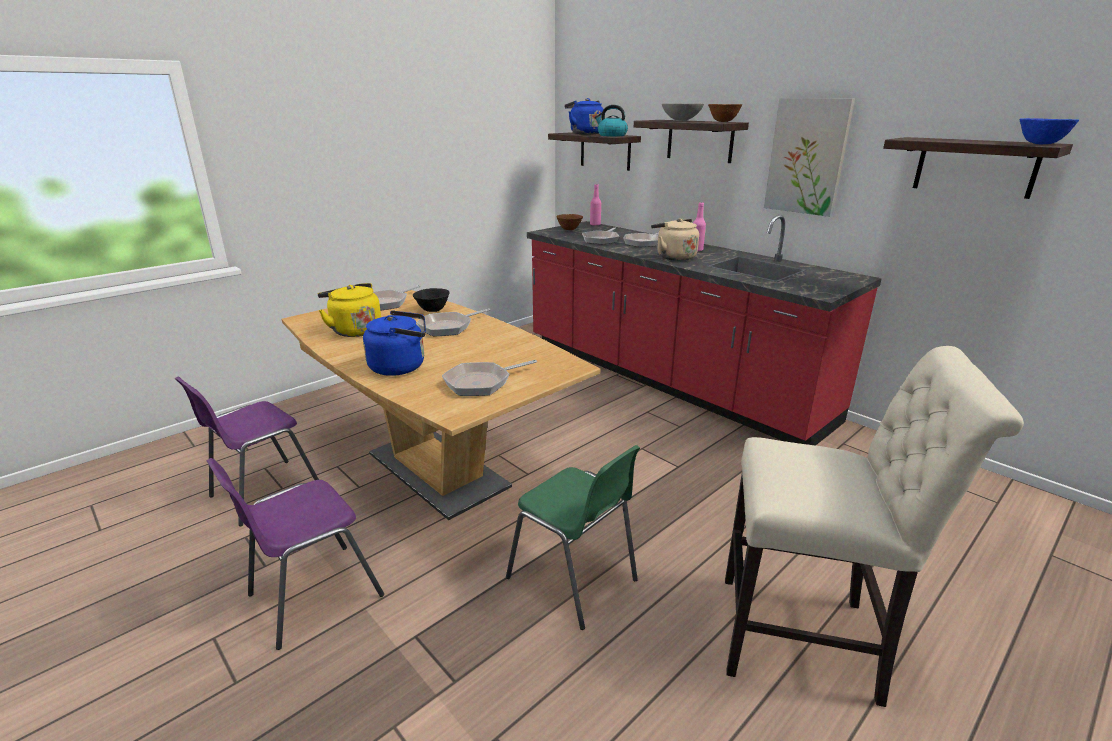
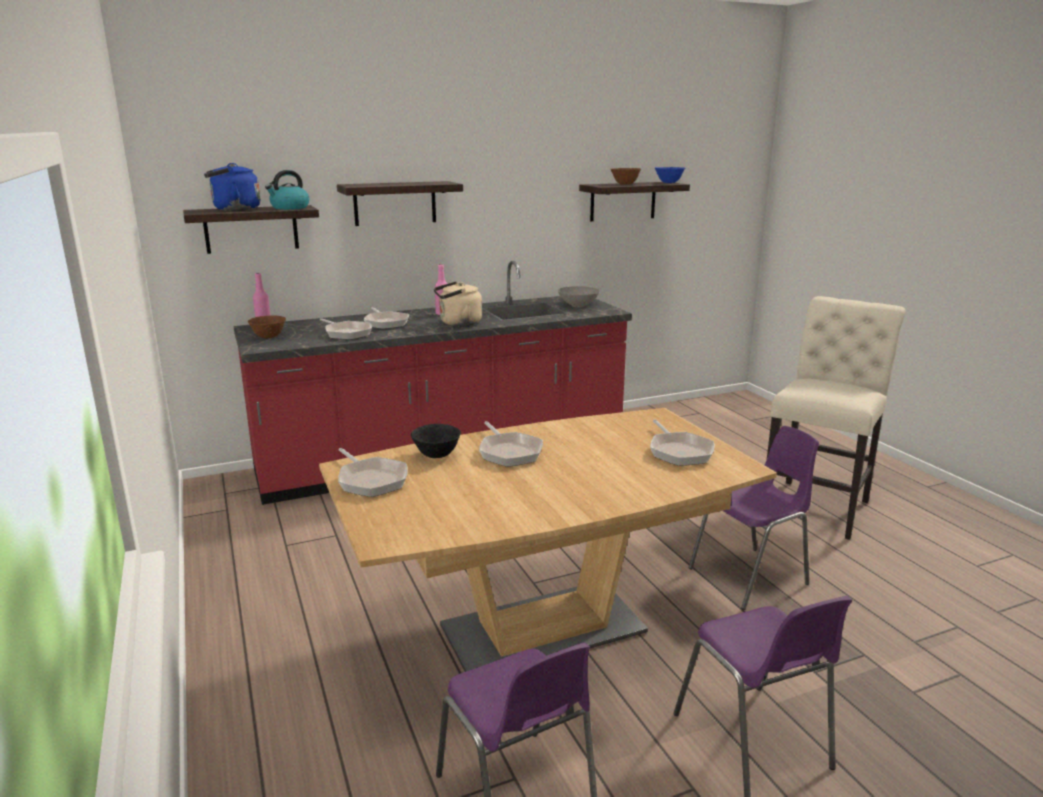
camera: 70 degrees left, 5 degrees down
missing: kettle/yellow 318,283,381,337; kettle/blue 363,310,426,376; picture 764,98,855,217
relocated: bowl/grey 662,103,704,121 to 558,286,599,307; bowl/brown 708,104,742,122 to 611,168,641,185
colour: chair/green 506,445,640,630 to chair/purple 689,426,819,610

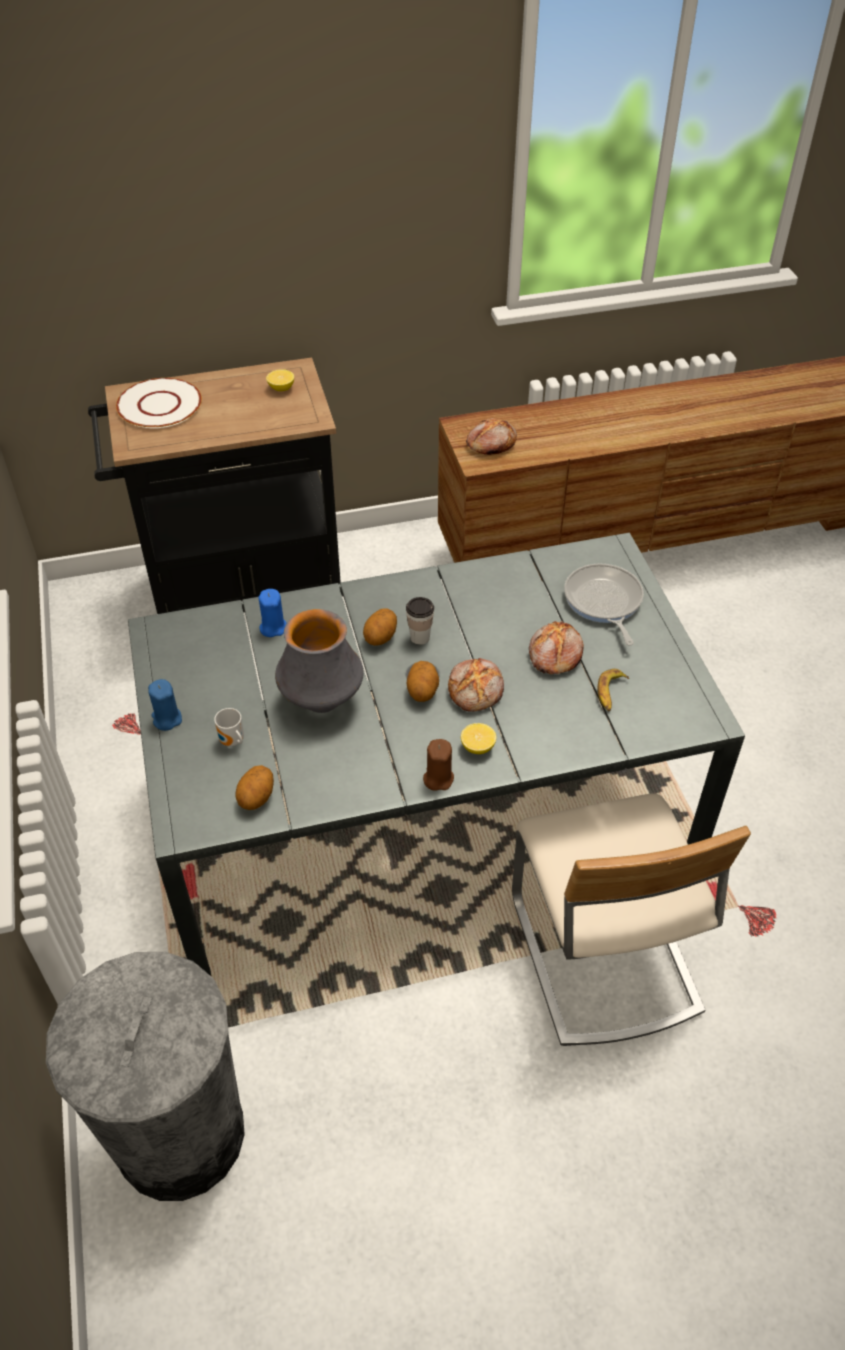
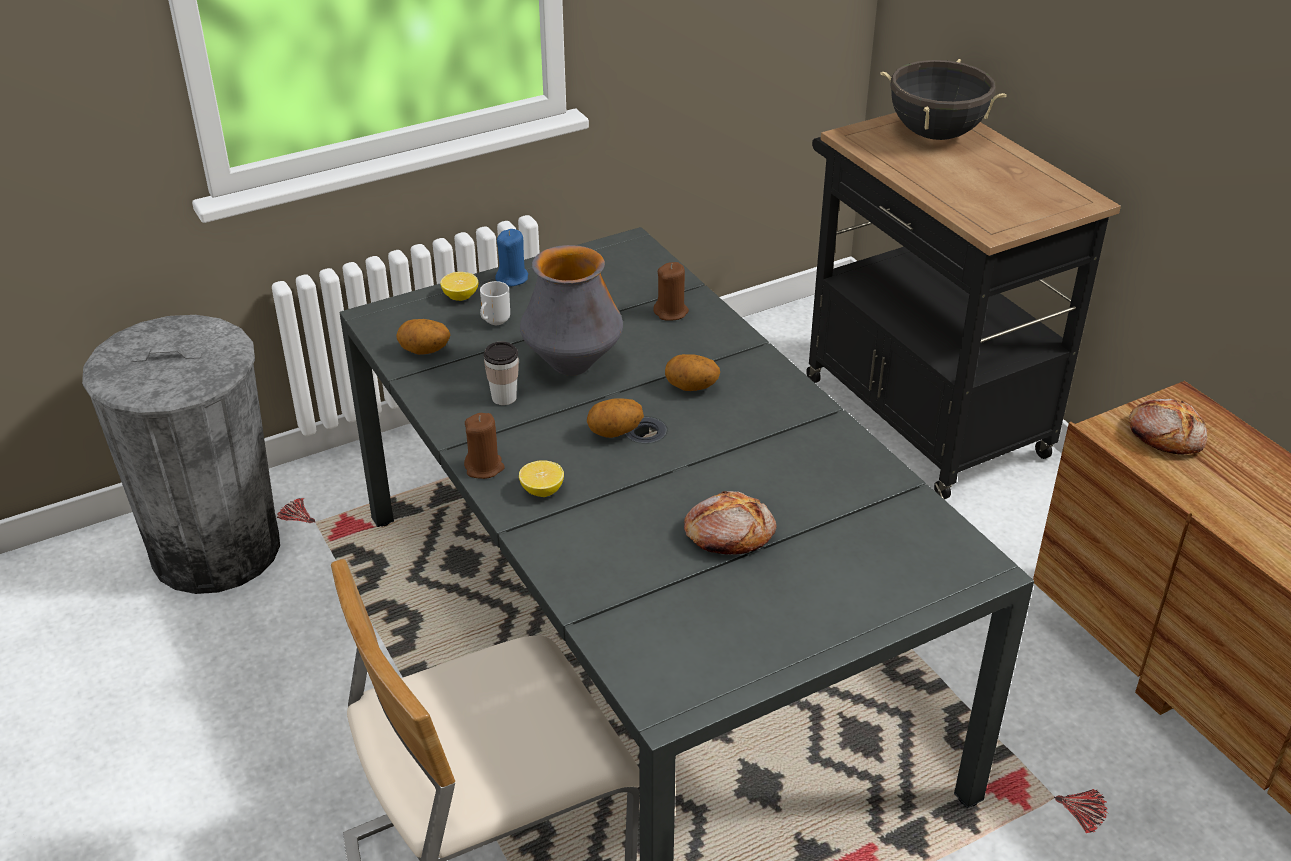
camera: 75 degrees right, 10 degrees down
missing: bread 448,658,504,712; frying pan 564,564,644,646; banana 598,669,629,711
relocated: lemon 266,369,294,391 to 440,272,479,301; cup 406,597,434,645 to 484,342,519,405
exchanged: plate/white 116,378,202,428 to cooking pot/black 881,59,1007,140
colour: candle/blue 259,589,287,637 to candle/brown 654,262,689,321

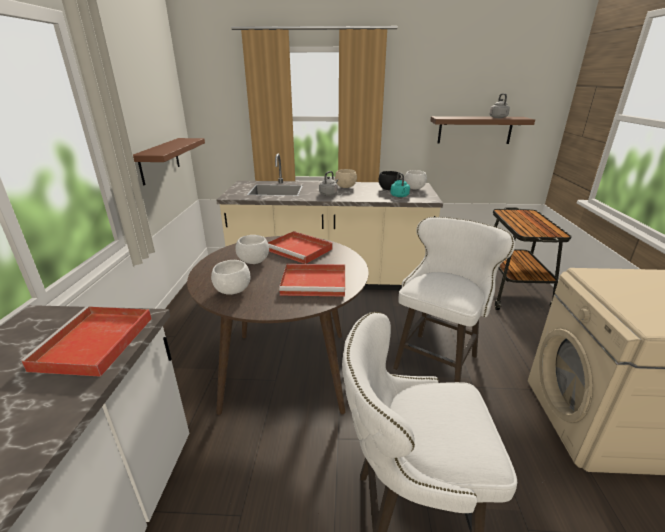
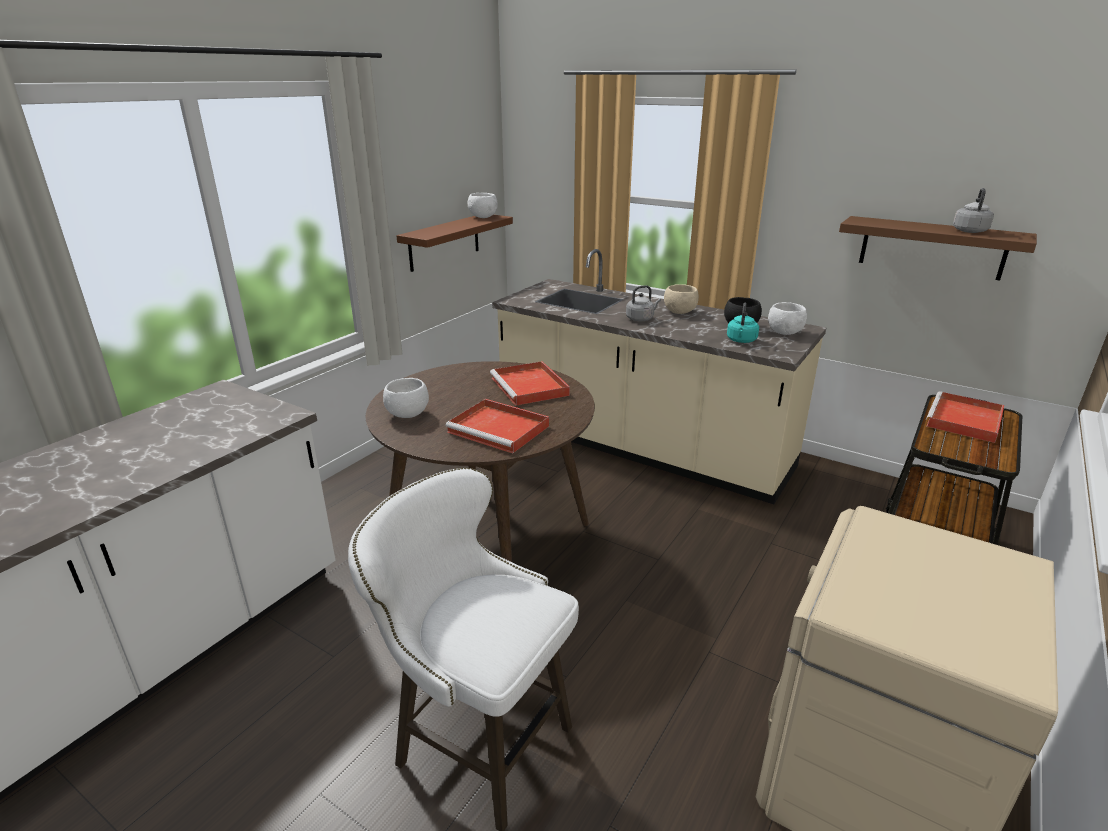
camera: 30 degrees right, 0 degrees up
missing: stool/white 393,217,515,382
relocated: tray/red 19,306,152,377 to 926,391,1004,443; bowl/white 236,235,269,264 to 468,193,498,218

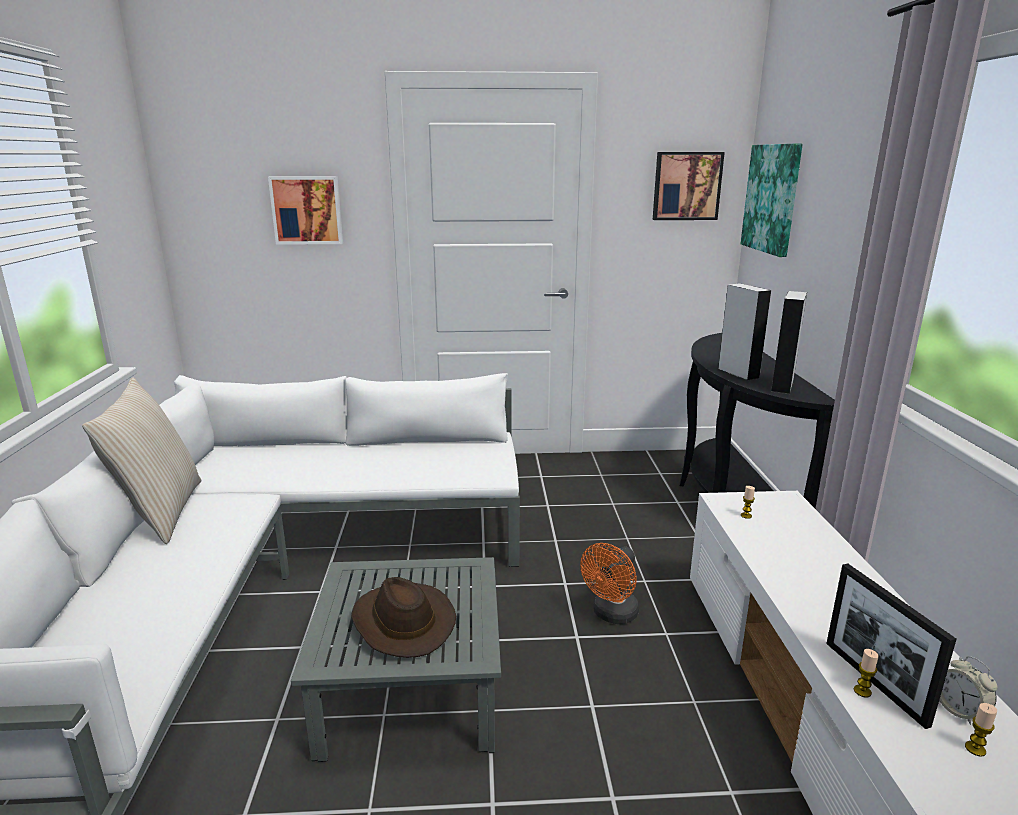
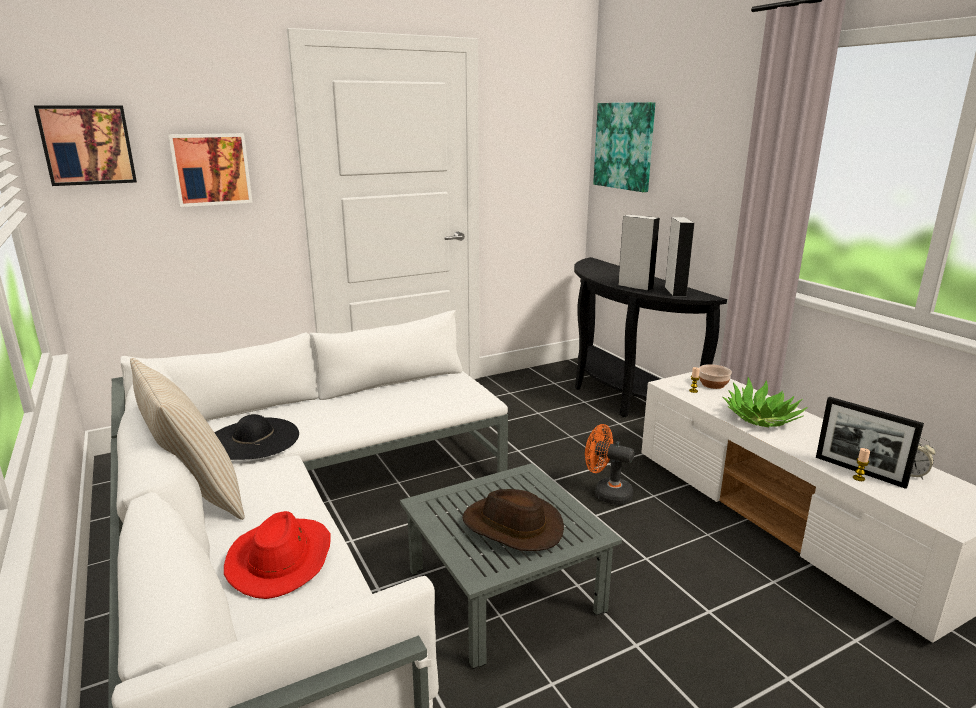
camera: 25 degrees left, 0 degrees up
missing: candle 965,703,997,757
appeared: hat/black 215,414,299,460; hat/red 224,511,331,599; bowl 699,364,732,389; potted plant 723,377,808,427
relocated: picture 653,152,725,220 to 34,105,137,186
spun: fan/orange 580,543,639,624 = 585,424,634,505 105 degrees clockwise

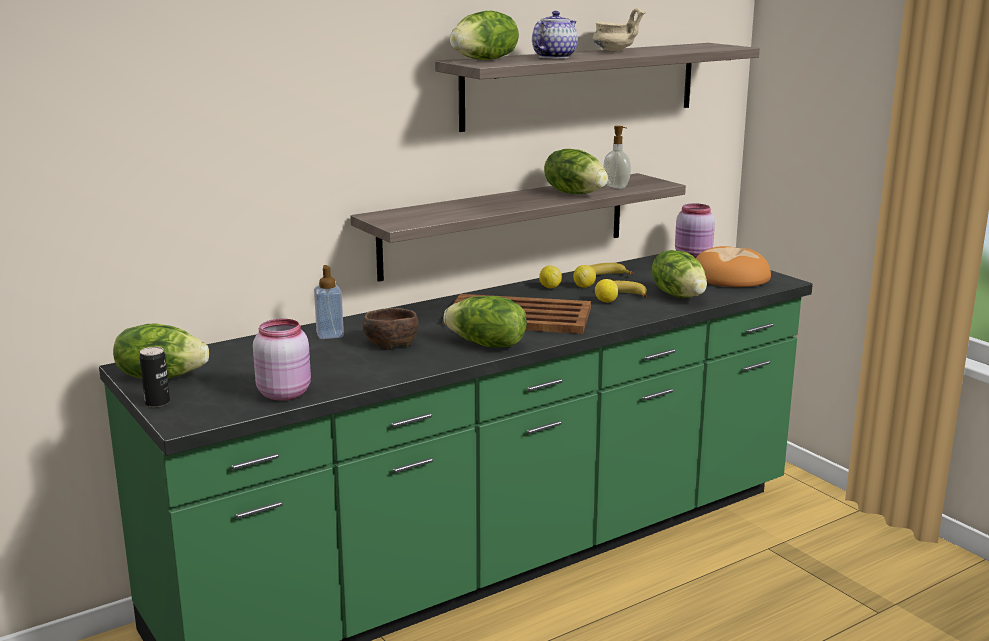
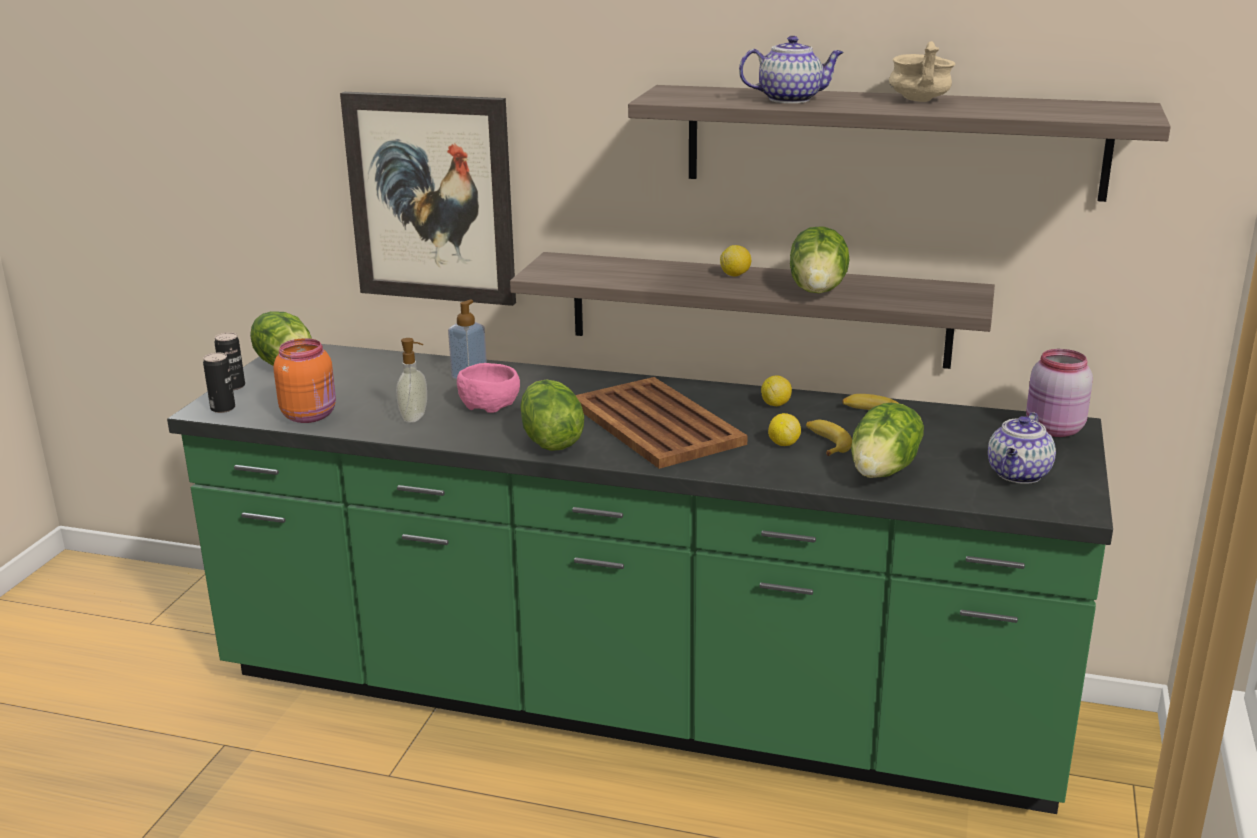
camera: 50 degrees right, 5 degrees up
missing: lettuce 450,11,519,60
appeared: can 203,353,235,413; picture 340,92,516,306
relocated: lemon 573,265,596,288 to 720,245,751,276; soap dispenser 603,126,631,189 to 396,338,427,423
exchanged: bread 696,246,771,287 to teapot 988,413,1056,484
colour: jar/pink 253,319,311,401 to jar/orange 273,338,336,423; bowl/brown 363,308,419,350 to bowl/pink 457,363,520,413

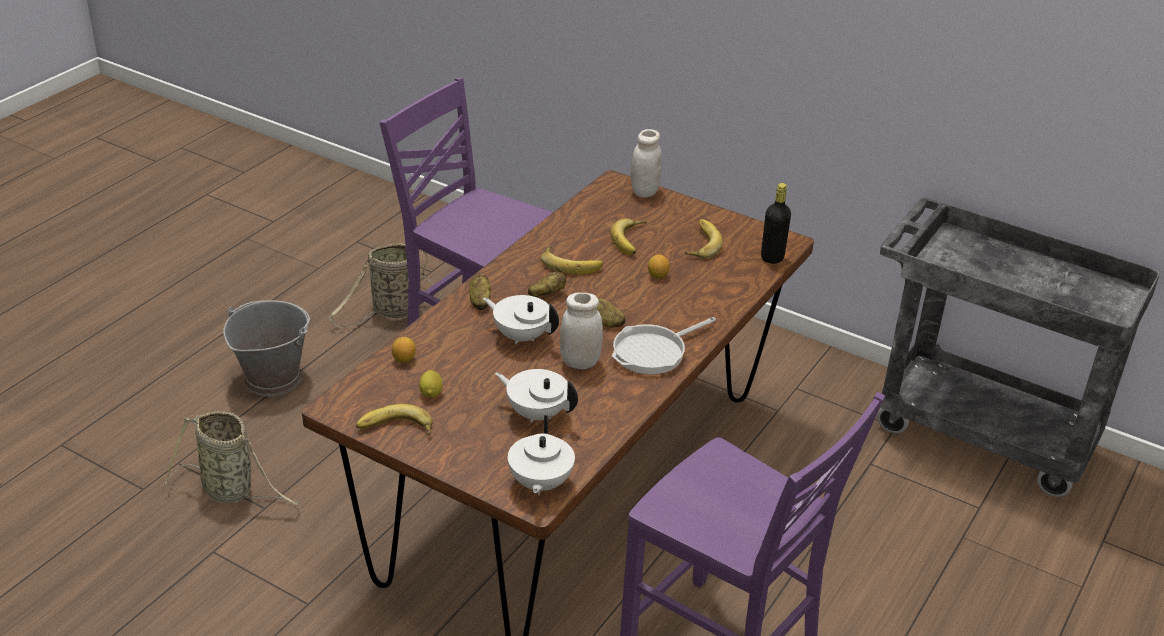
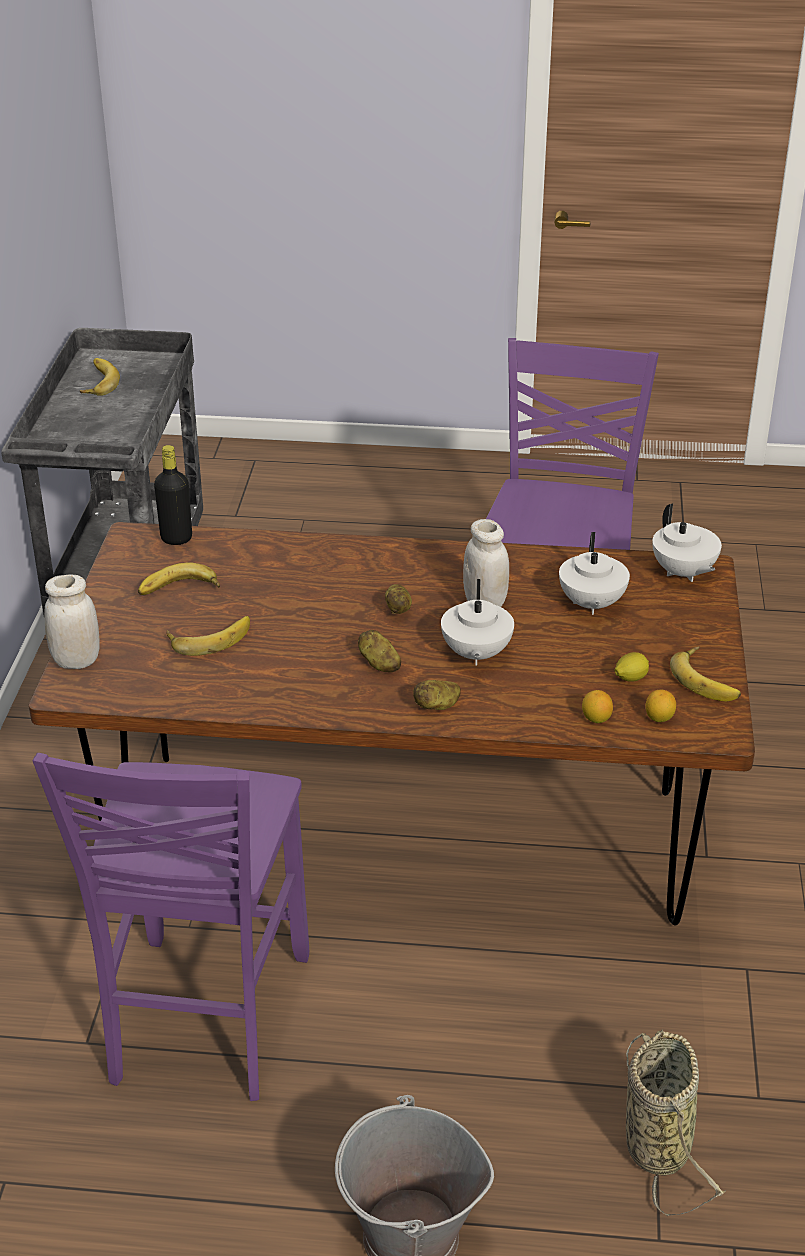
camera: 115 degrees left, 0 degrees up
missing: basket 329,243,441,328; frying pan 612,317,716,375
relocated: banana 541,245,603,274 to 80,358,120,396; lemon 648,255,670,279 to 646,690,676,722
spun: teapot/white 508,415,575,495 = 652,504,722,582 90 degrees clockwise

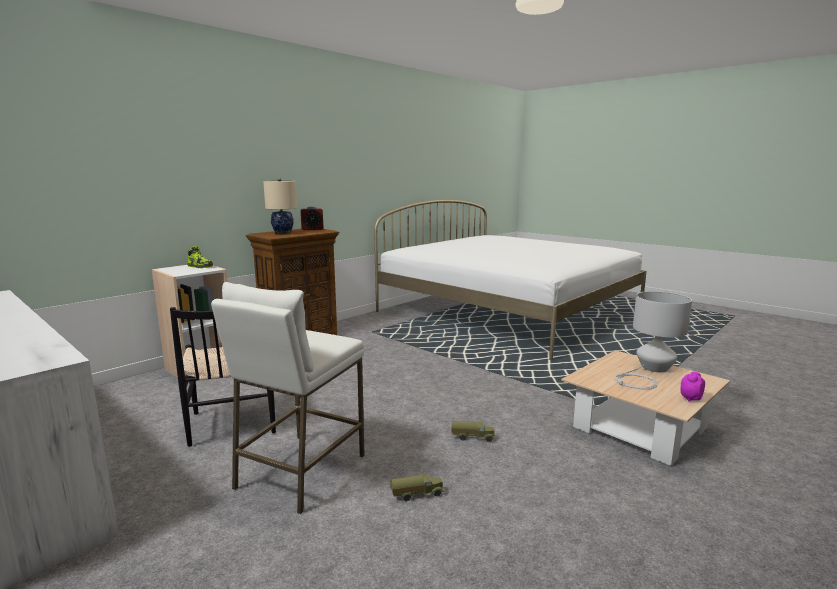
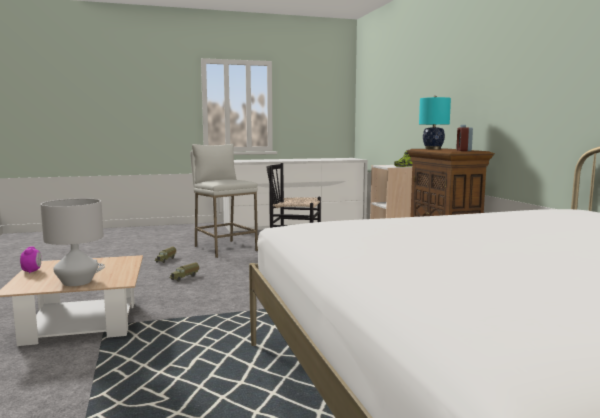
camera: 120 degrees right, 5 degrees down
colour: table lamp/beige 263,178,297,235 to table lamp/turquoise 419,96,451,150

